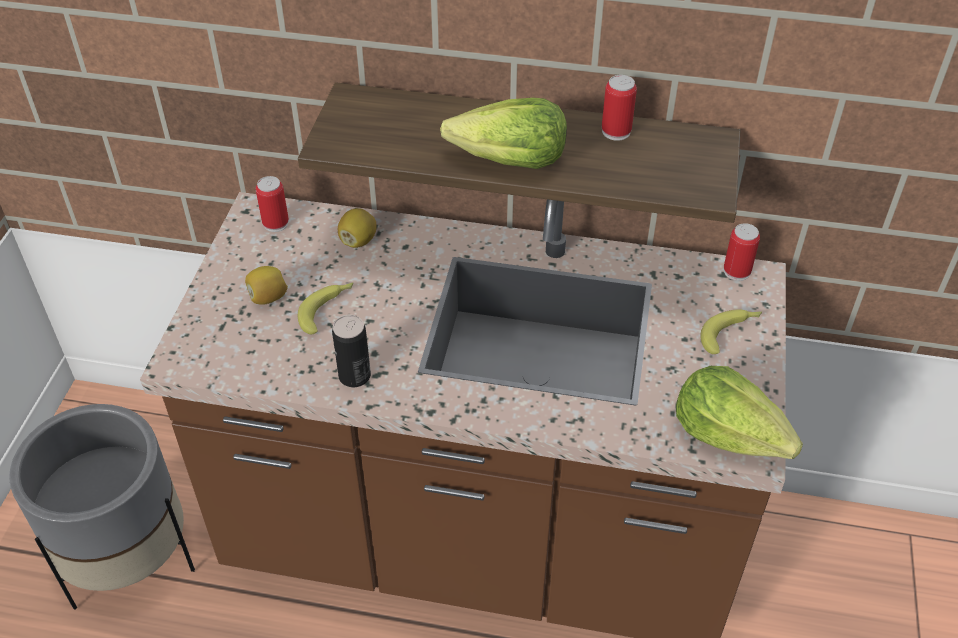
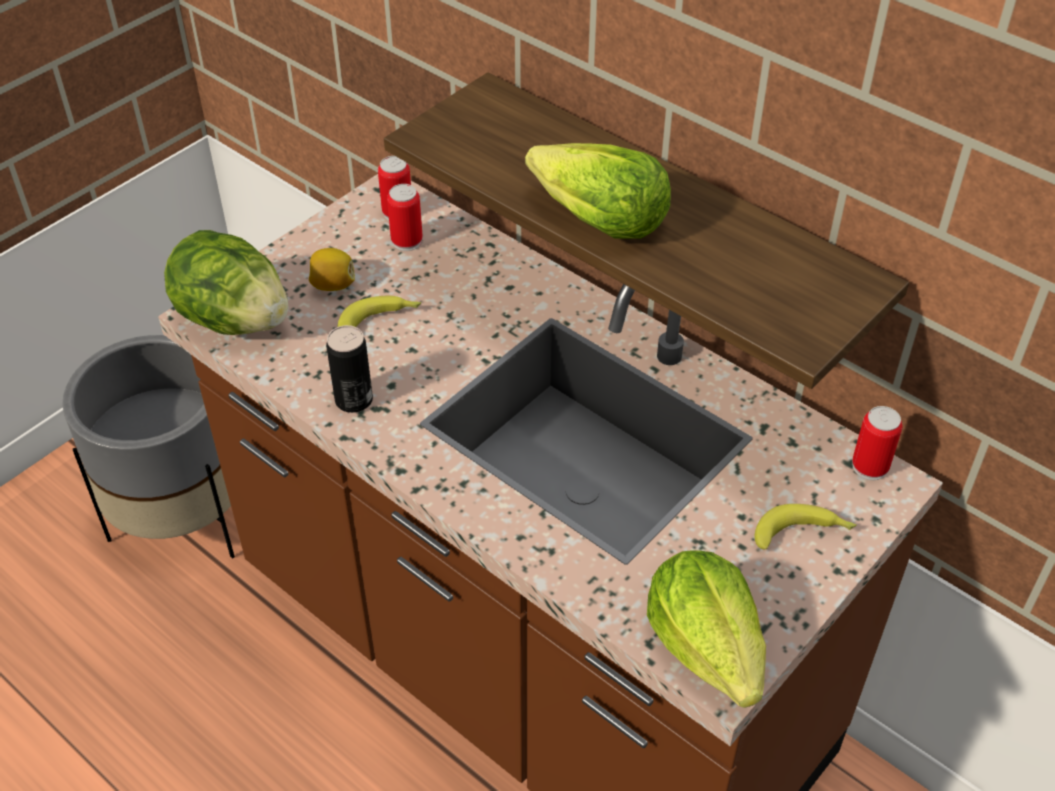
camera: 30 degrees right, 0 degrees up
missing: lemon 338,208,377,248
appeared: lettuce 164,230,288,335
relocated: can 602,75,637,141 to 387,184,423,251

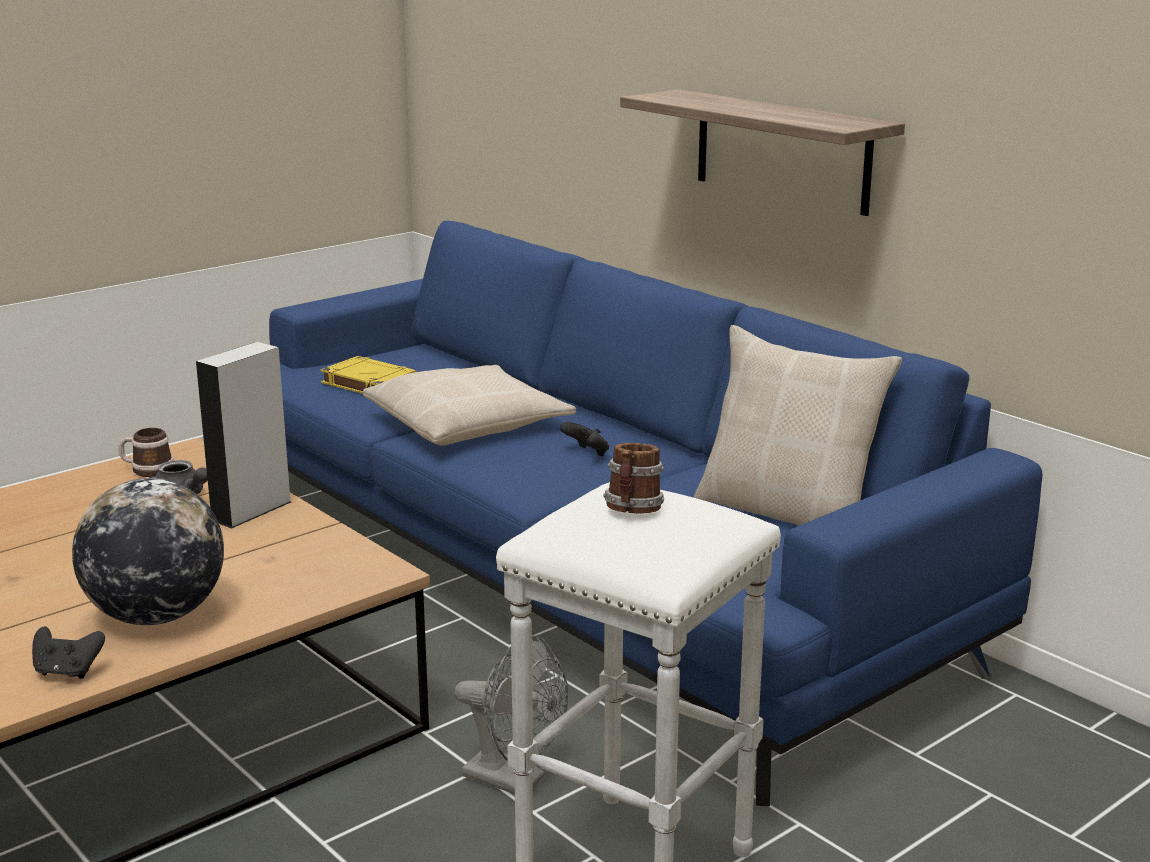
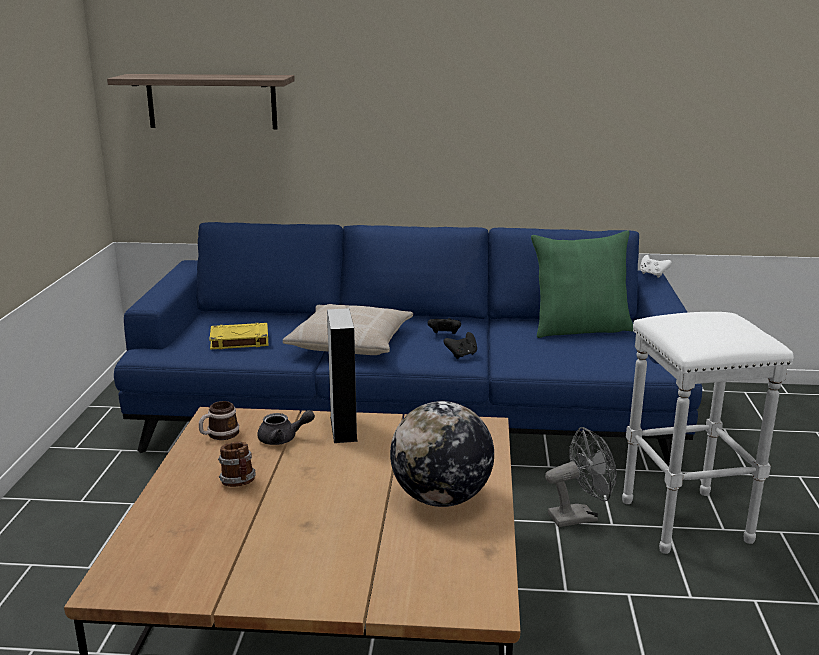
camera: 45 degrees left, 0 degrees up
appeared: game controller/white 640,255,672,278
relocated: game controller/black 32,626,105,679 to 443,332,477,359; mug 603,443,664,513 to 218,442,256,487; shelf 620,89,905,216 to 107,74,295,129
colour: pillow/beige 694,325,902,525 to pillow/green 531,231,633,338

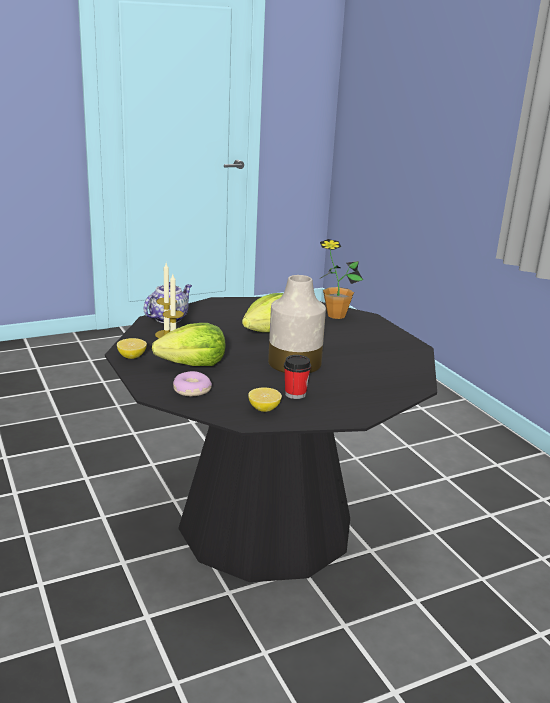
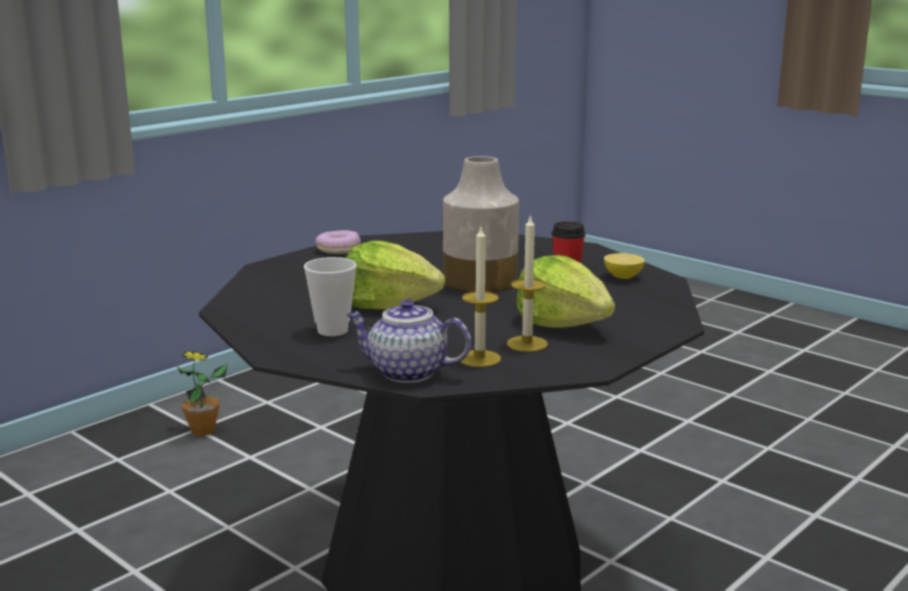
camera: 110 degrees left, 5 degrees down
missing: lemon 117,338,147,359
appeared: cup 304,257,357,336
relocated: donut 173,371,212,396 to 315,230,361,254; potted plant 319,239,363,319 to 177,351,227,436

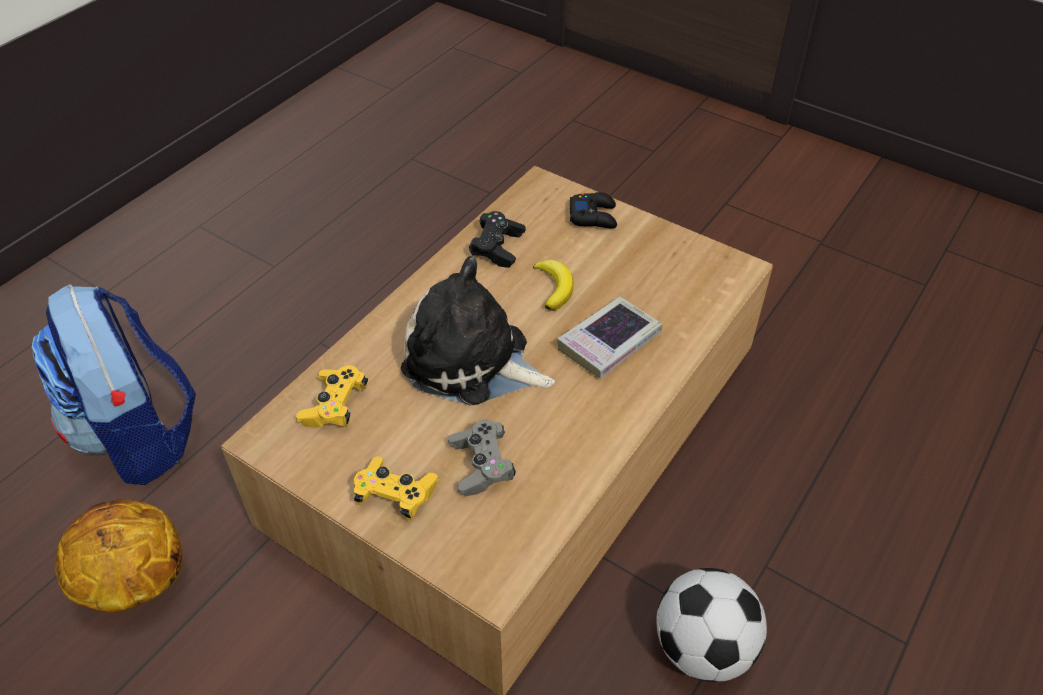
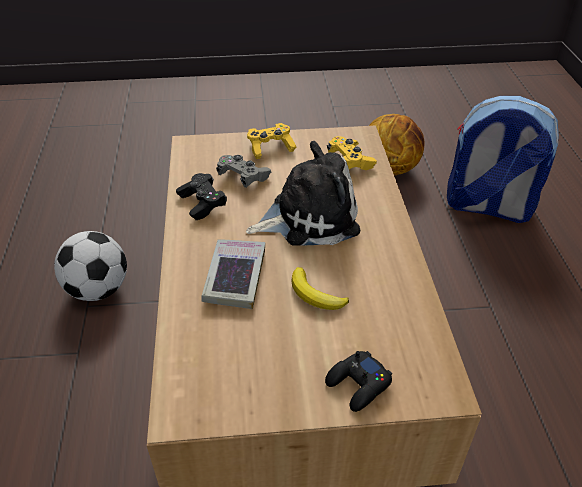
camera: 140 degrees right, 5 degrees down
relocated: game controller/black 469,211,525,268 to 176,173,227,220

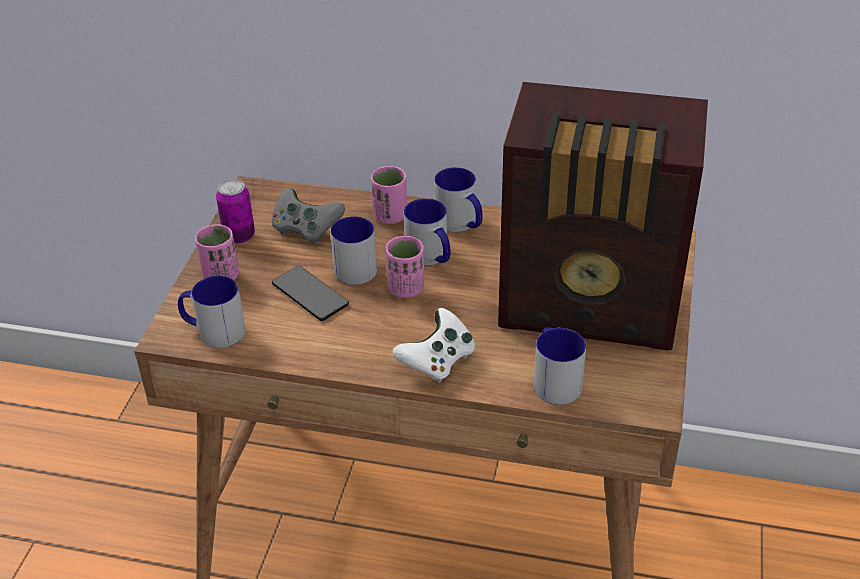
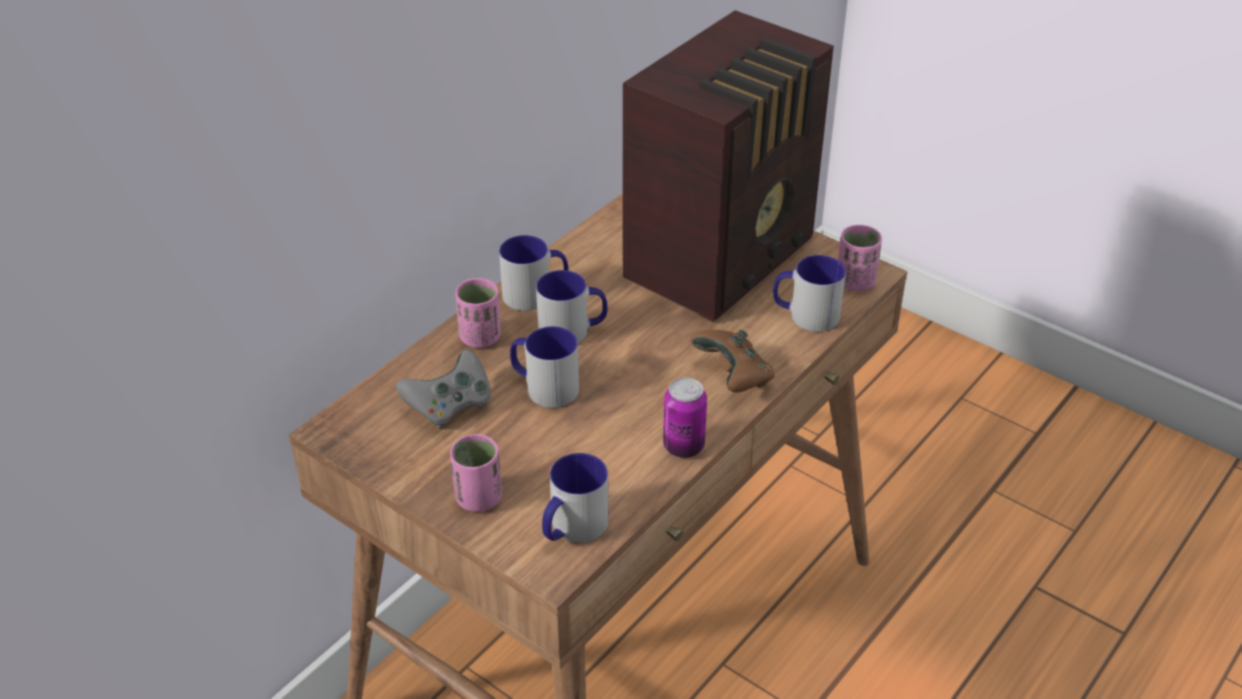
camera: 65 degrees left, 0 degrees up
missing: phone 272,266,349,321
relocated: can 216,179,255,244 to 663,377,707,458; cup/pink 386,236,424,298 to 838,225,882,291
colour: game controller/white 393,308,476,383 to game controller/brown 691,330,775,393

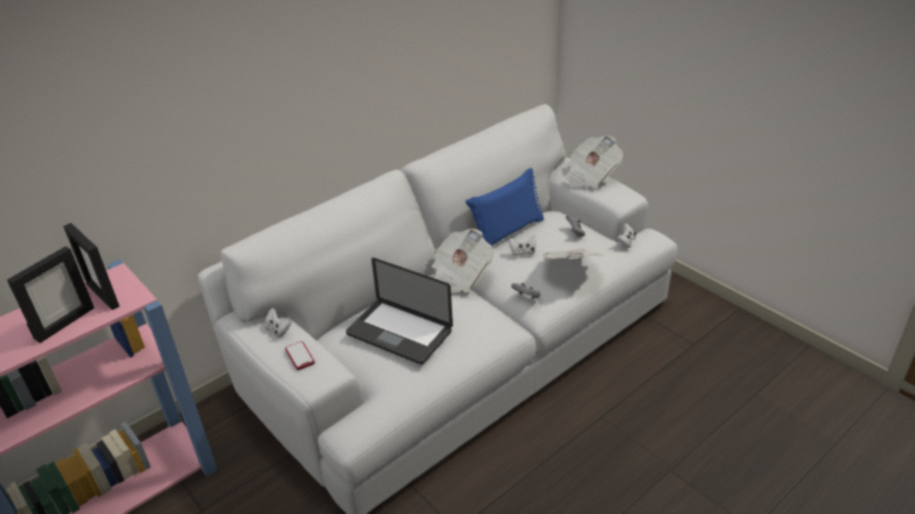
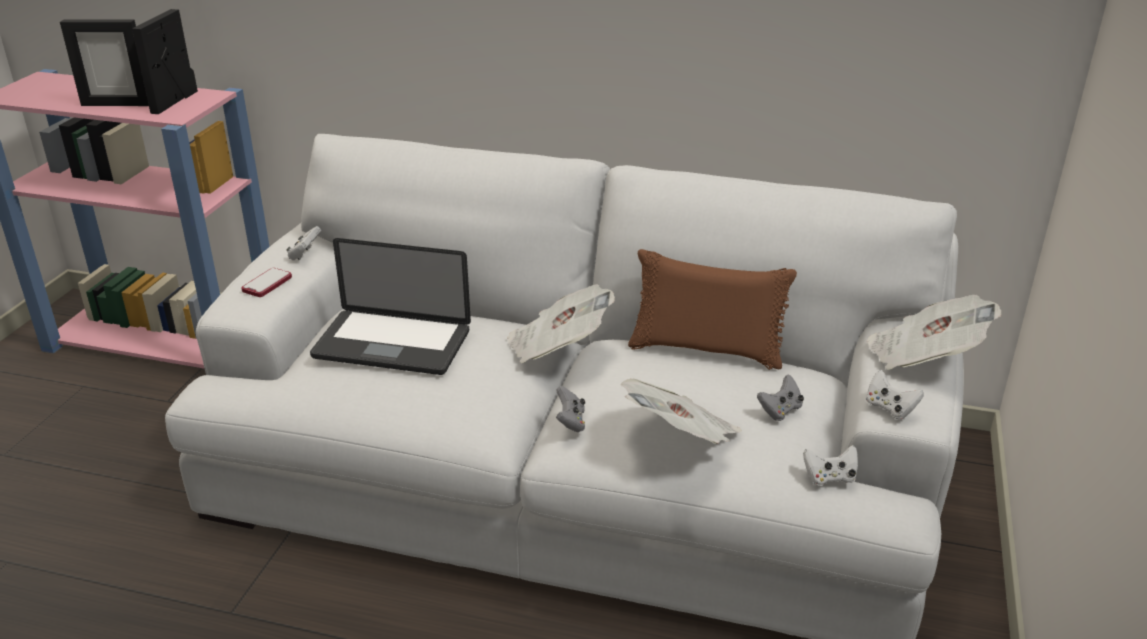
camera: 55 degrees right, 5 degrees down
relocated: game controller/white 509,236,536,256 to 866,370,924,419
colour: pillow/blue 466,168,544,246 to pillow/brown 628,249,797,370
spun: laptop 346,258,453,365 = 310,238,471,375 75 degrees counterclockwise

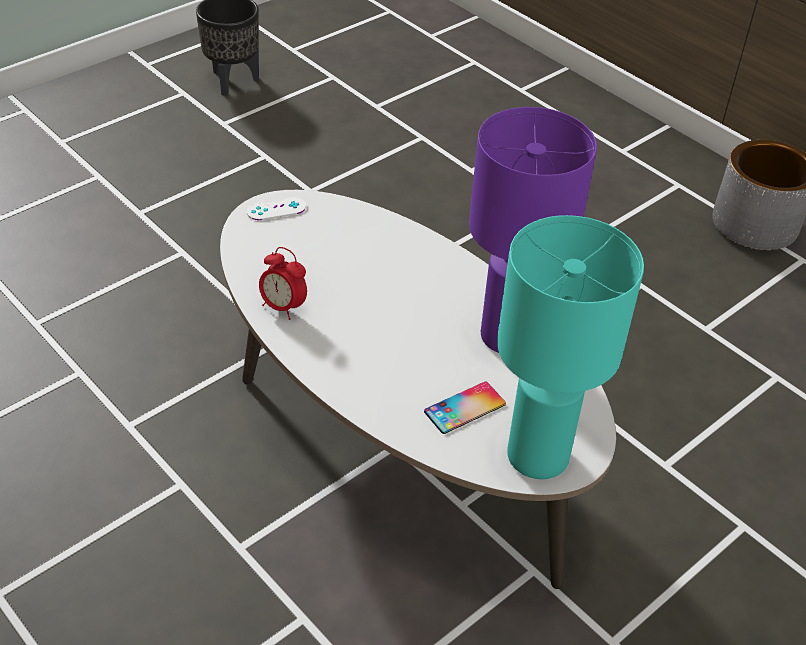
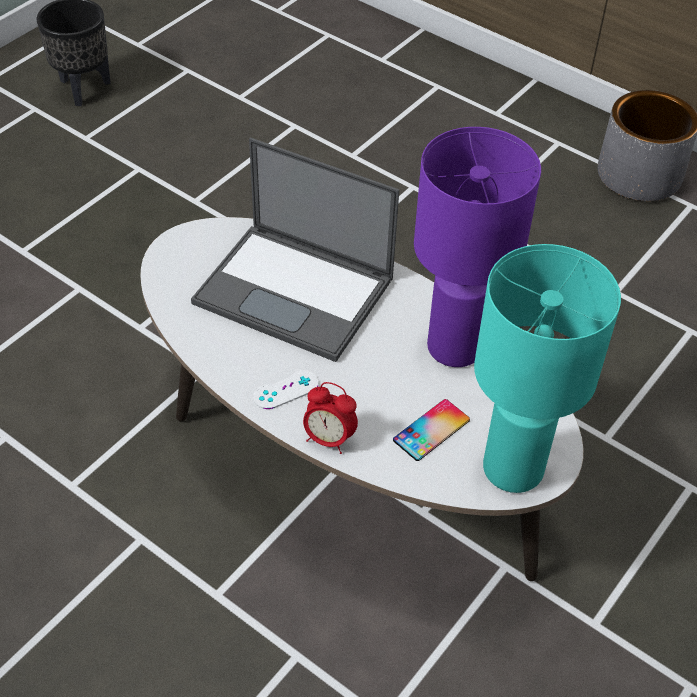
camera: 10 degrees left, 5 degrees up
appeared: laptop 191,138,399,362
relocated: game controller/white 247,197,306,221 to 253,370,319,409; alarm clock 259,247,307,320 to 303,382,358,454

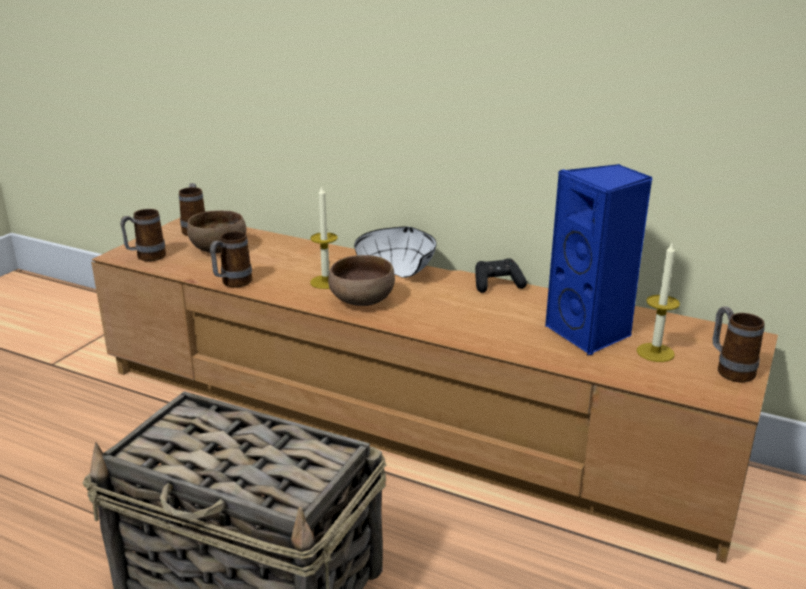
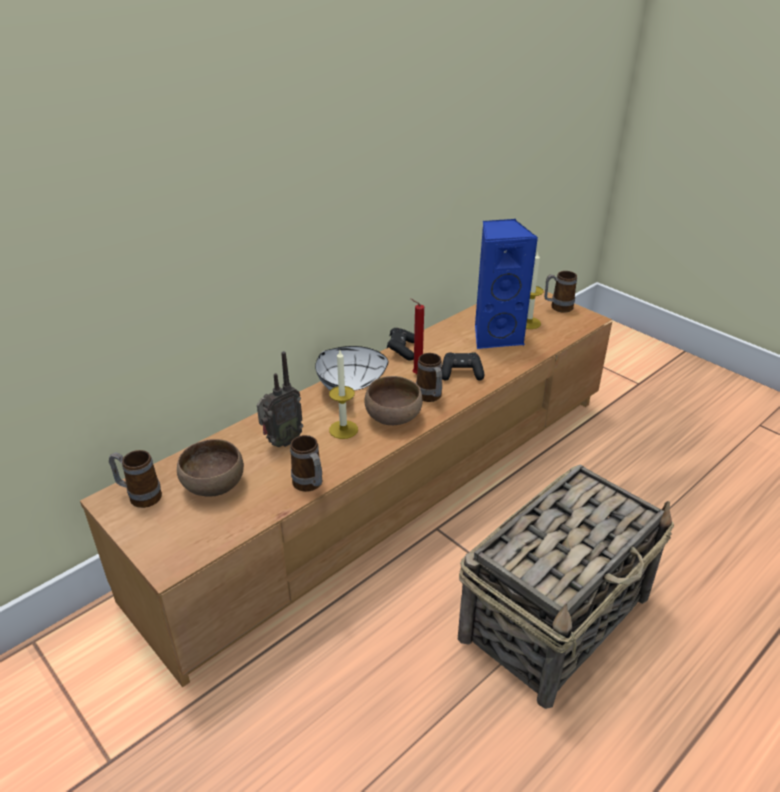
camera: 70 degrees left, 10 degrees up
appeared: radio 257,351,303,447; candle/red 410,298,424,374; game controller/black 442,352,484,381
relocated: mug 120,209,166,261 to 416,353,442,402

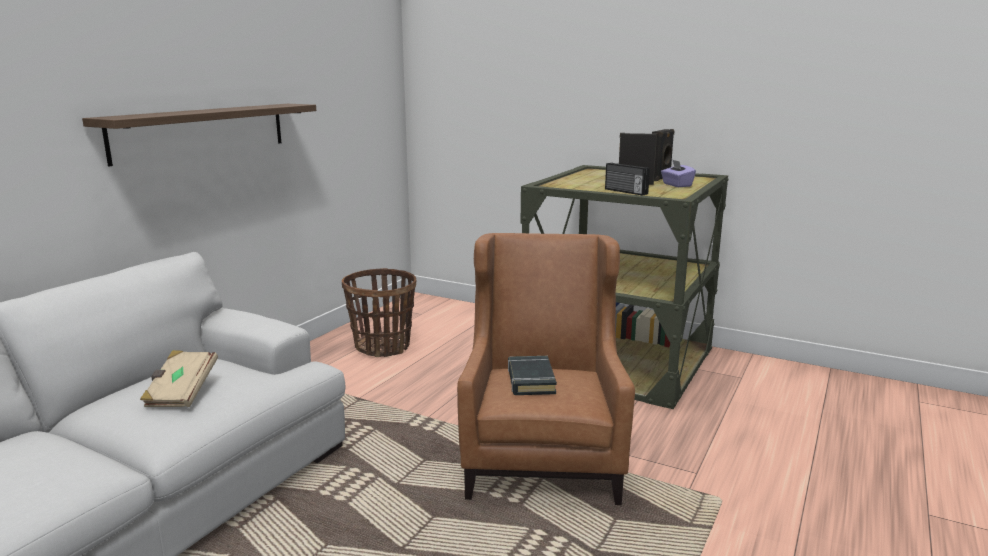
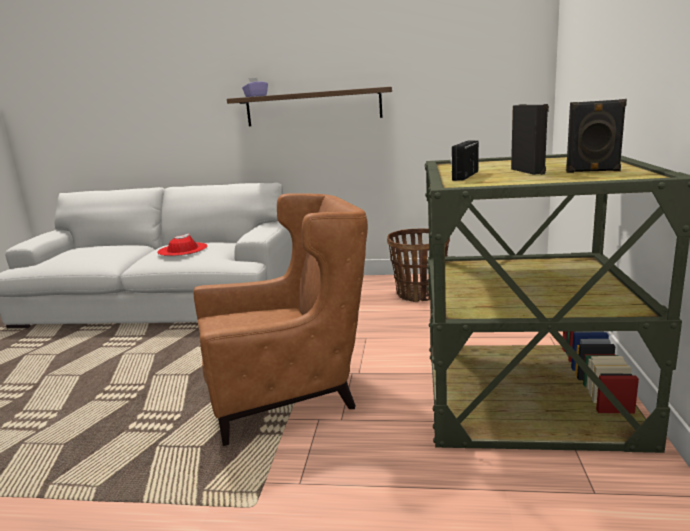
camera: 70 degrees right, 0 degrees up
missing: book/black 508,356,557,395
relocated: tissue box/purple 661,159,696,187 to 242,78,268,97
exchanged: book/beige 140,350,218,407 to hat/red 157,233,208,256

